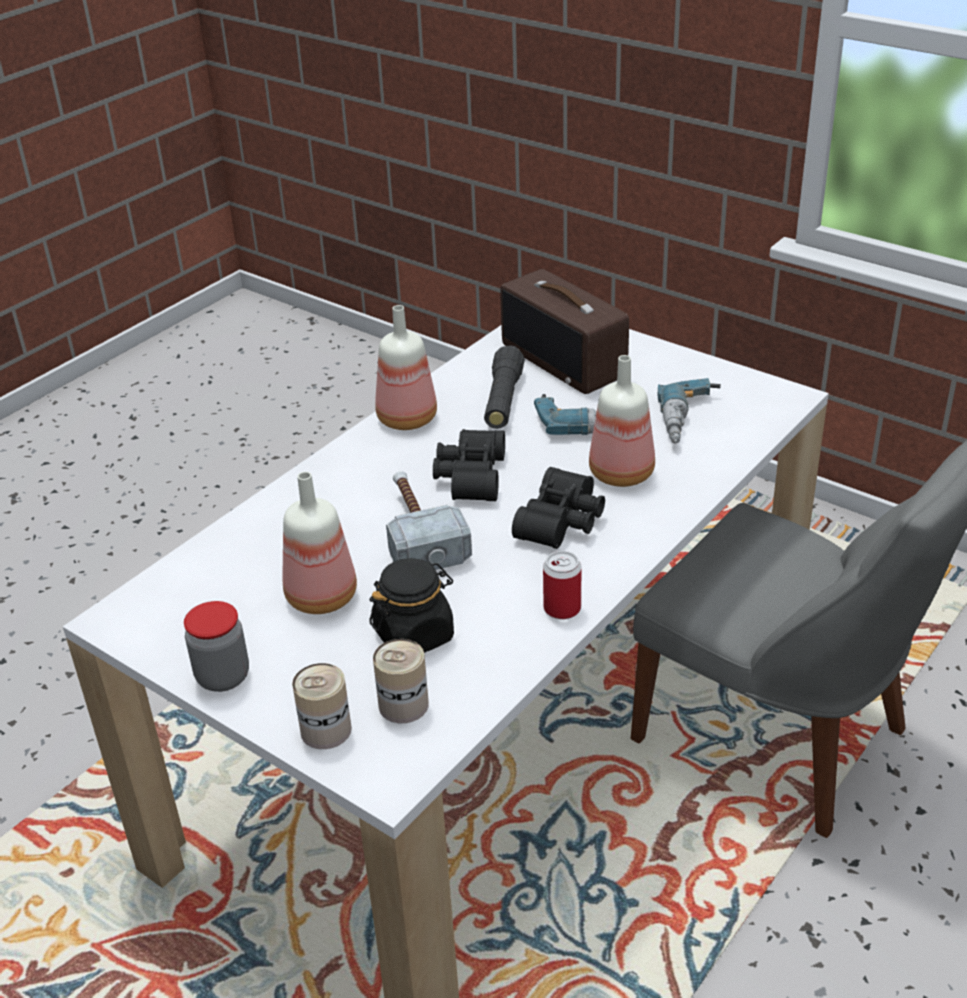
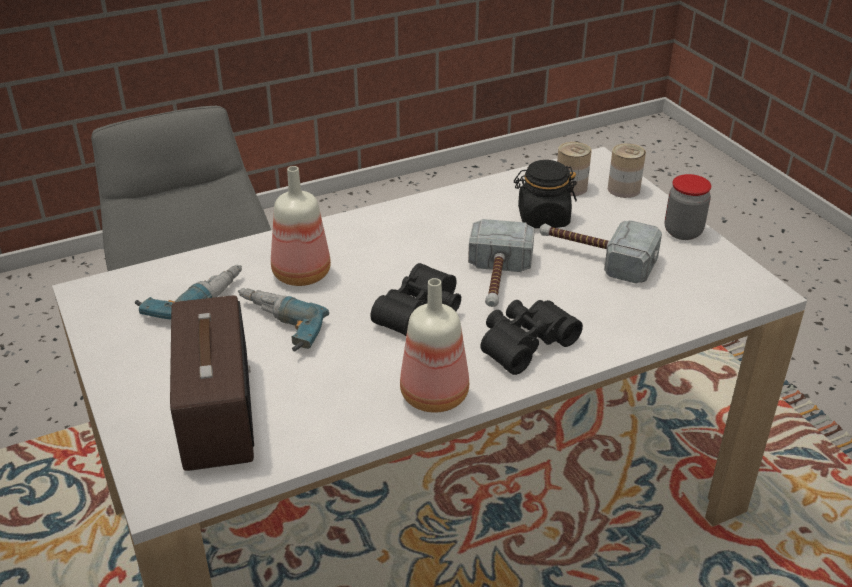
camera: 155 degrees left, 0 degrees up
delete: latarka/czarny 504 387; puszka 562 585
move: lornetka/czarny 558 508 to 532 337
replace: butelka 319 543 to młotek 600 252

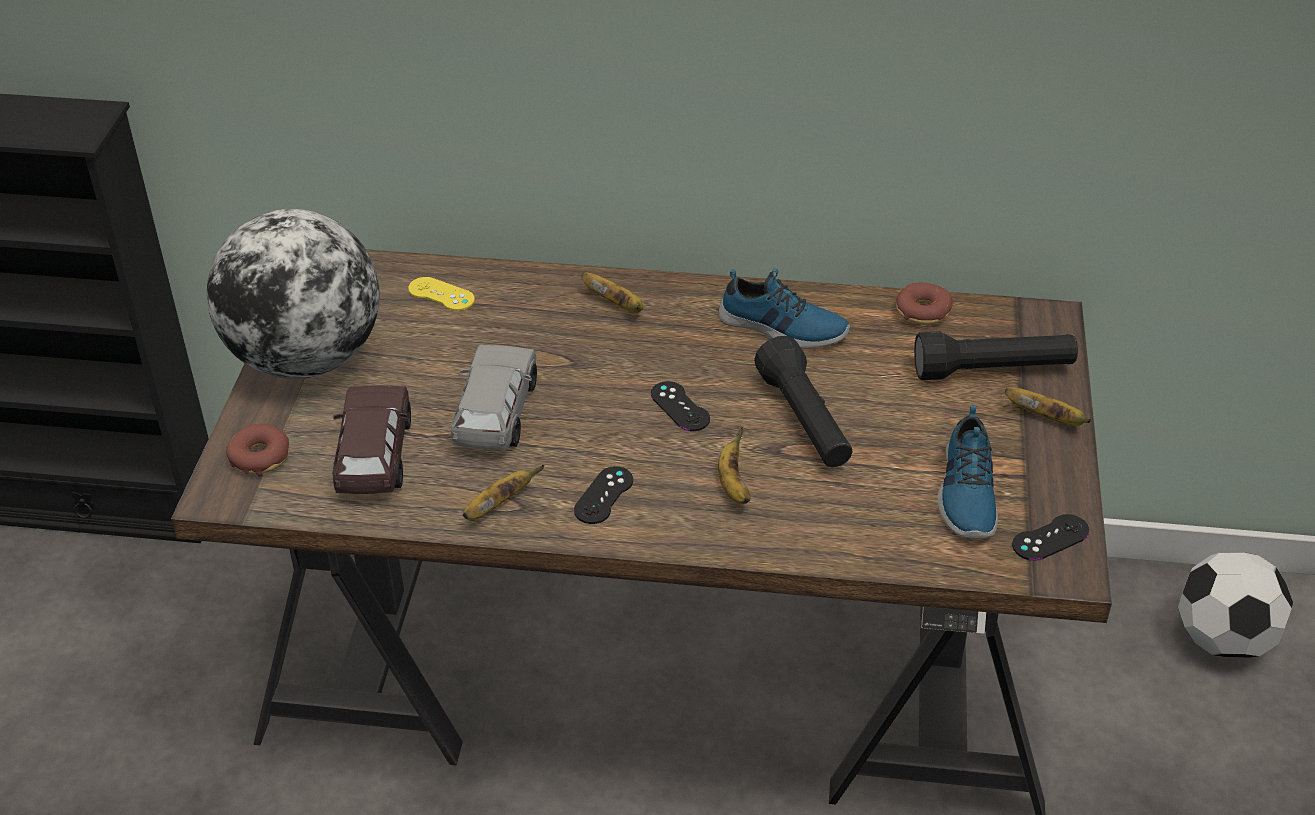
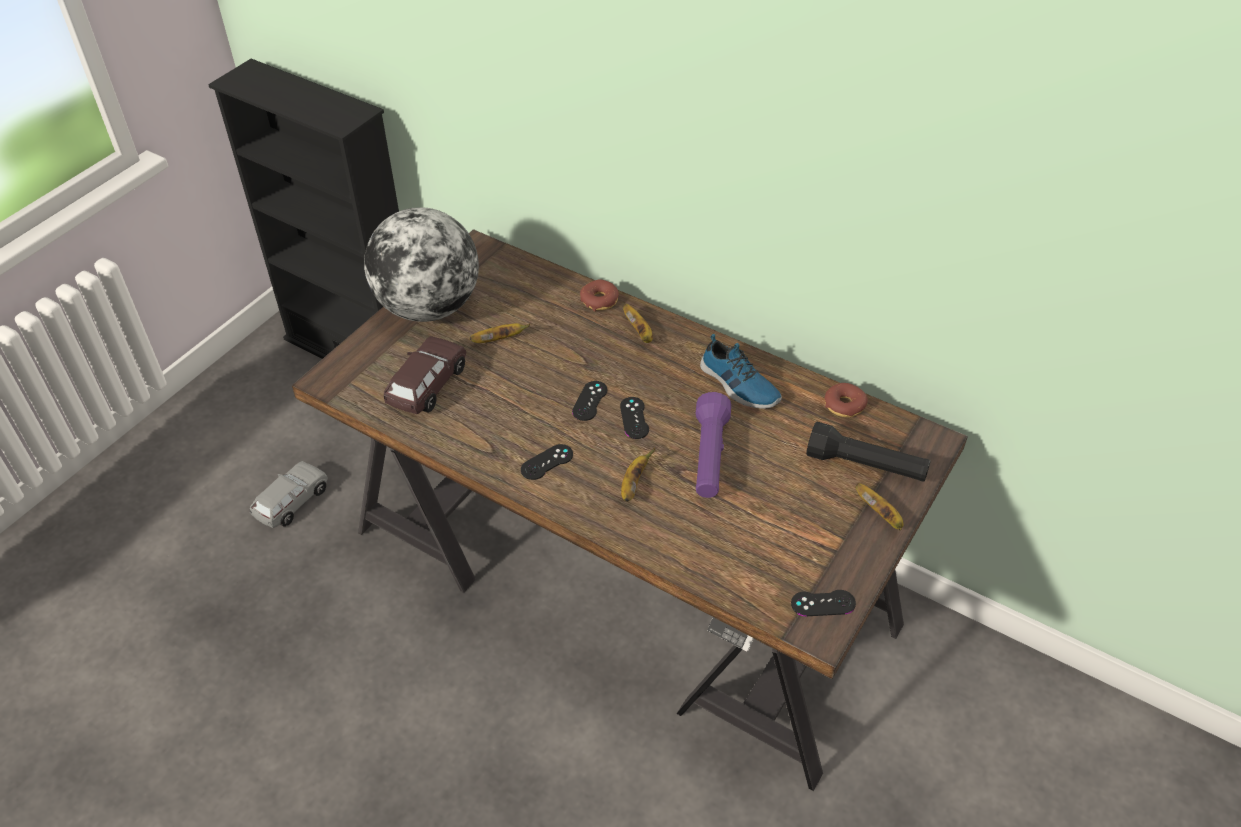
camera: 25 degrees right, 5 degrees up
delete: pad do gier/żółty 441 294; but 967 472; piłka futbolowa 1235 605
insert: pad do gier/czarny 589 401
move: donut 257 450 to 599 295; samochodzik/szary 494 397 to 289 494; banan 504 492 to 500 333
recolor: latarka/czarny 803 401 to latarka/fioletowy 713 445

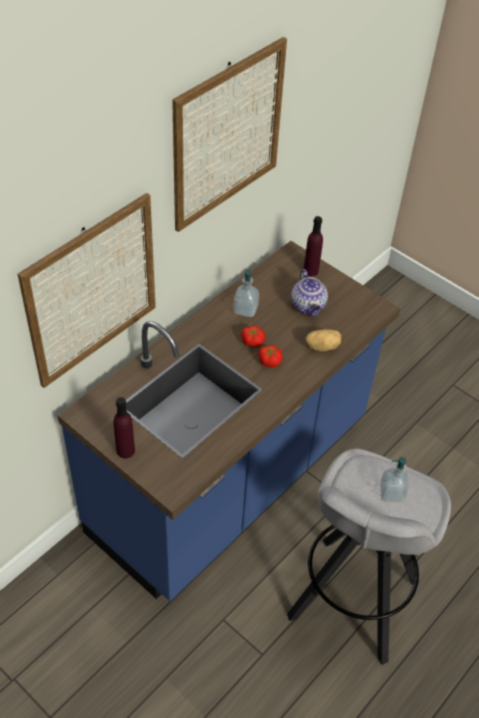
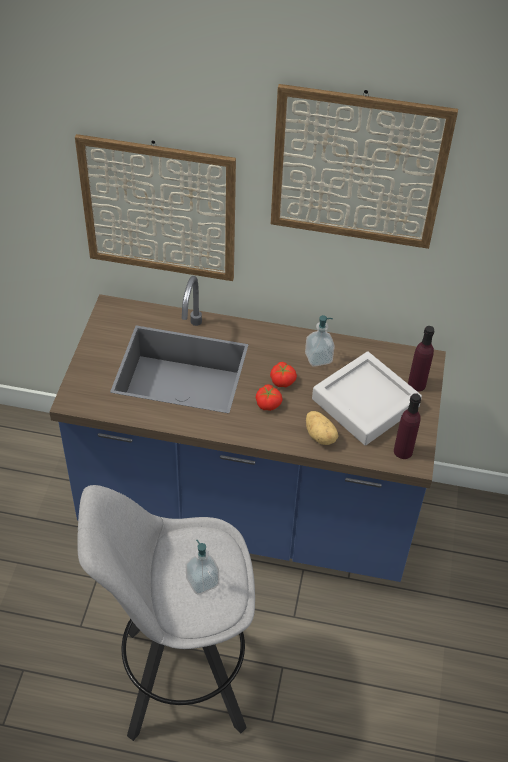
camera: 60 degrees right, 0 degrees up
move: butelka/fioletowy 124 427 to 407 426
replace: imbryk 309 293 to taca/szary 367 398

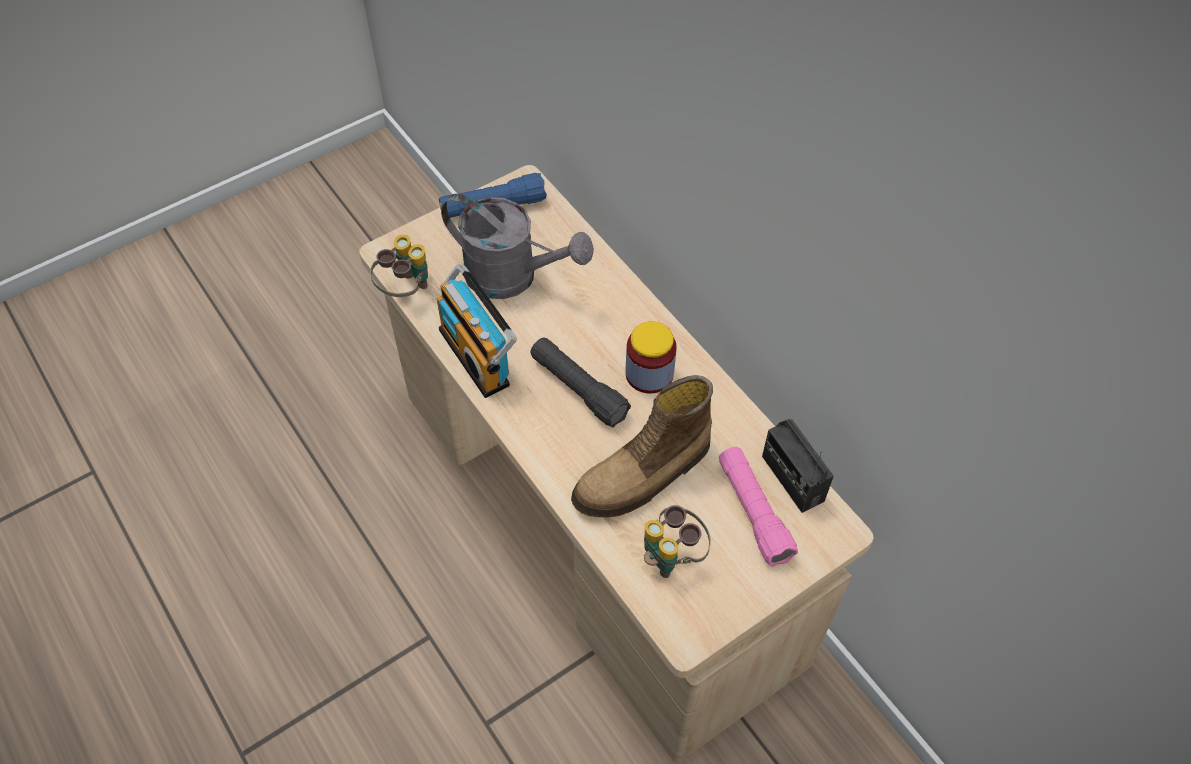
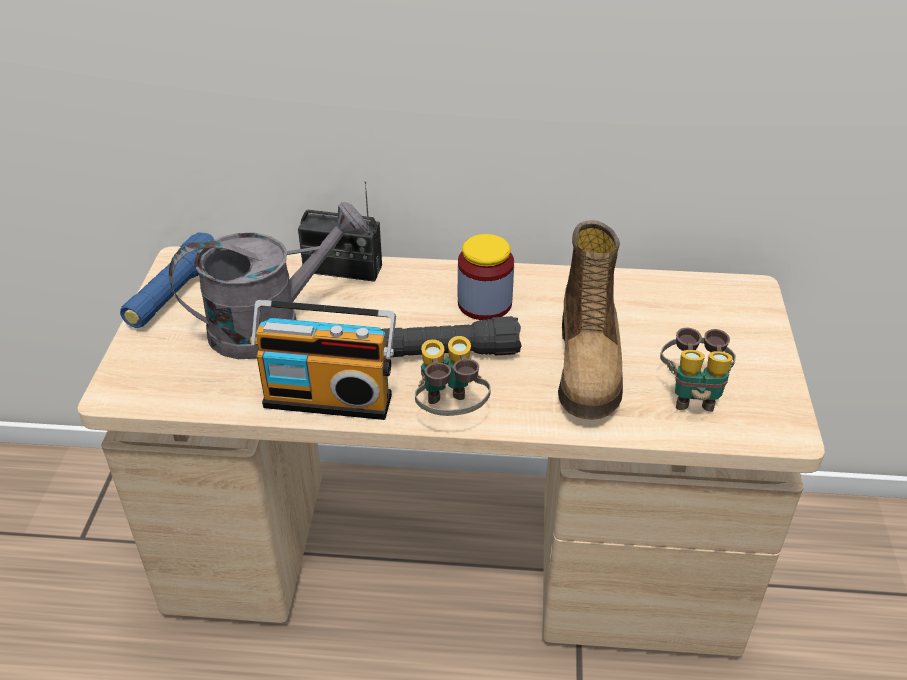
camera: 50 degrees left, 15 degrees down
delete: latarka/różowy 758 507
move: lornetka 399 266 to 453 376; radio 798 466 to 340 231

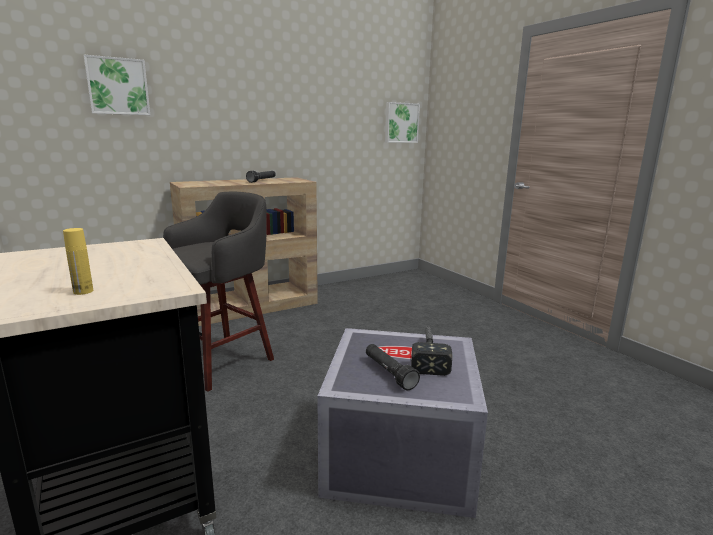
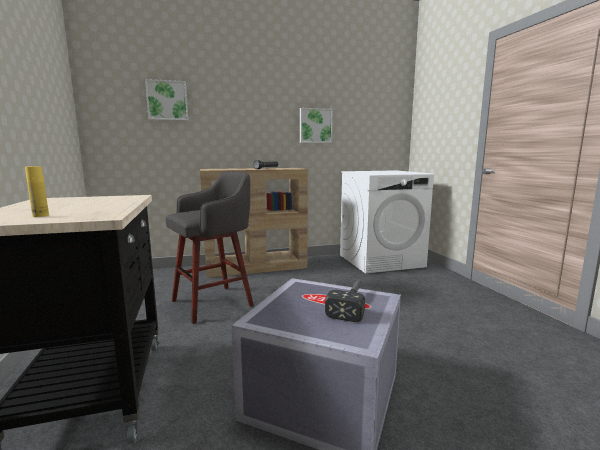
camera: 15 degrees right, 5 degrees down
delete: latarka/czarny 393 367
insert: pralka/biały 387 222
move: obraz 402 122 to 316 125

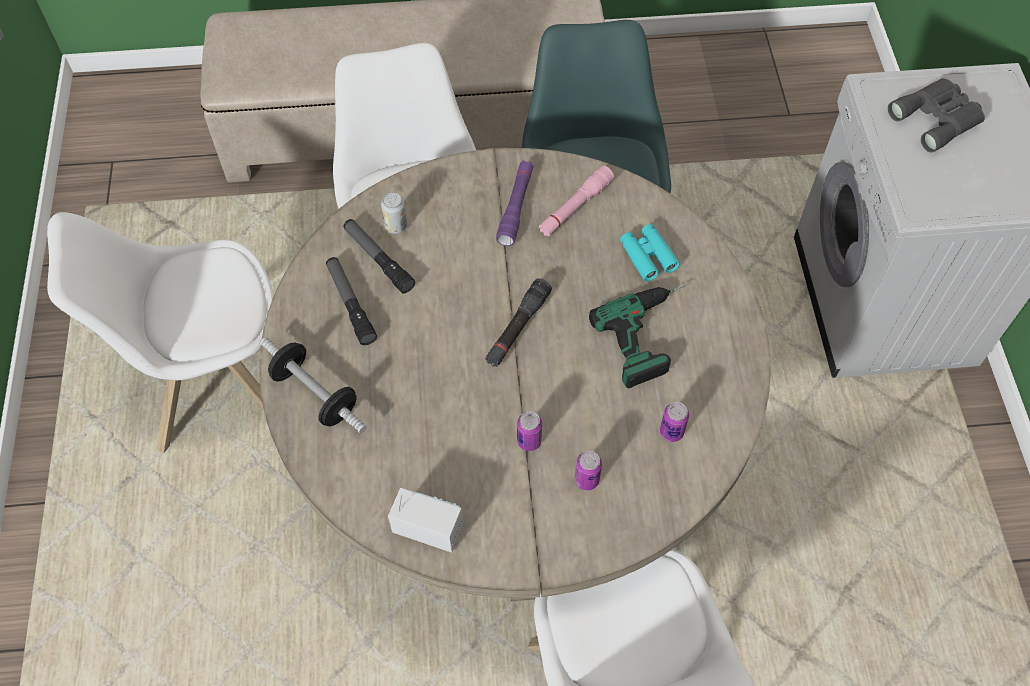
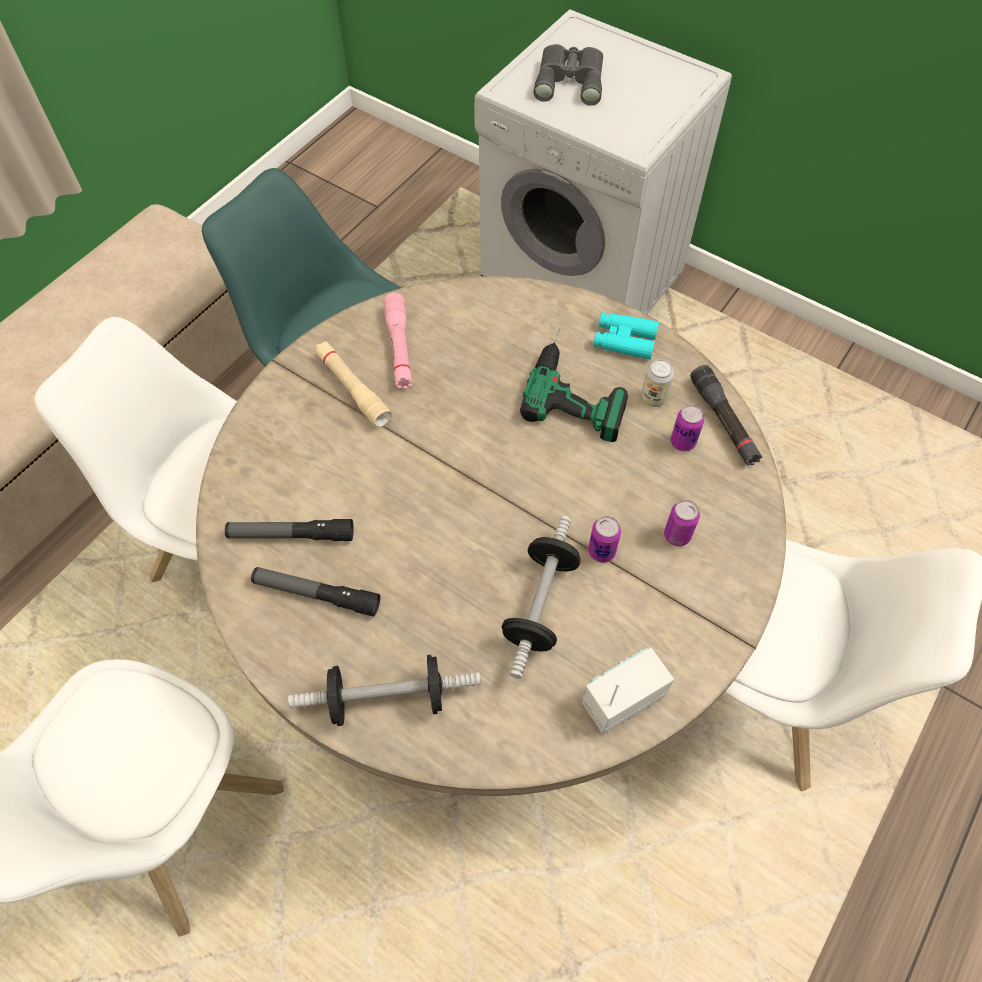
camera: 50 degrees left, 0 degrees up
insert: hantel 541 597
move: puszka 394 213 to 657 383; latarka/czarny 518 322 to 726 415; lornetka/turkusowy 650 252 to 626 335
recolor: latarka/fioletowy 514 203 to latarka/beżowy 353 384

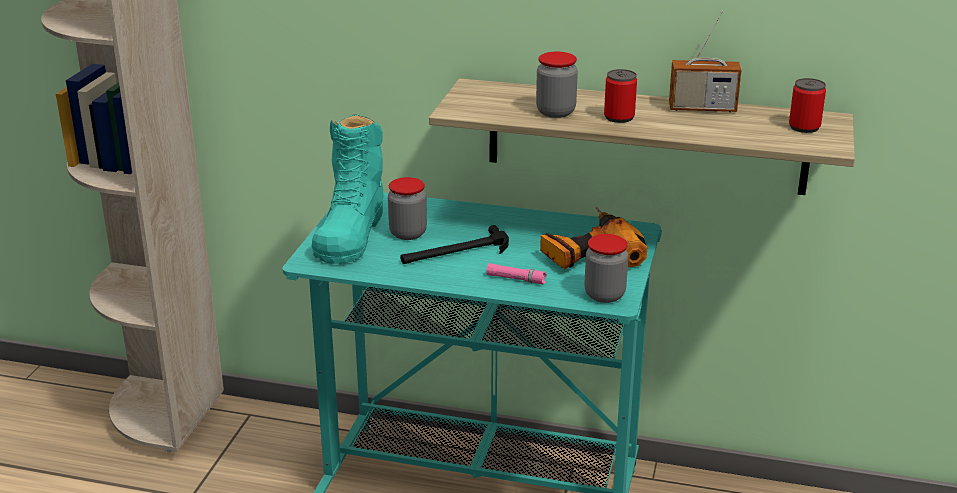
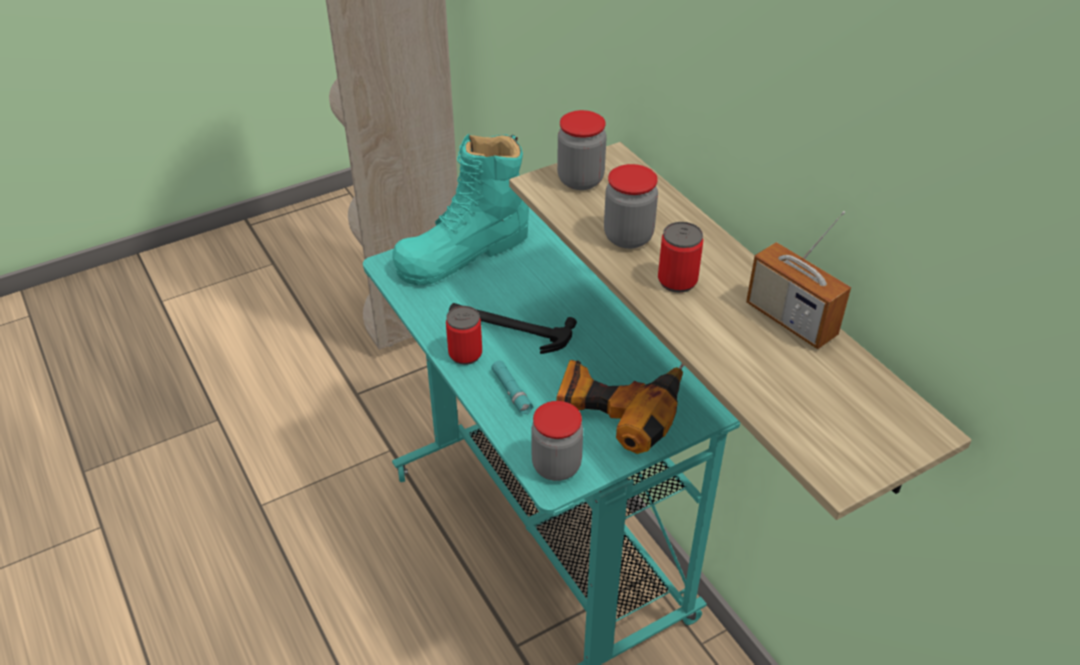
camera: 45 degrees right, 15 degrees up
move: słoik 407 208 to 582 150; puszka 807 105 to 464 335
recolor: latarka/różowy 516 273 to latarka/turkusowy 512 387

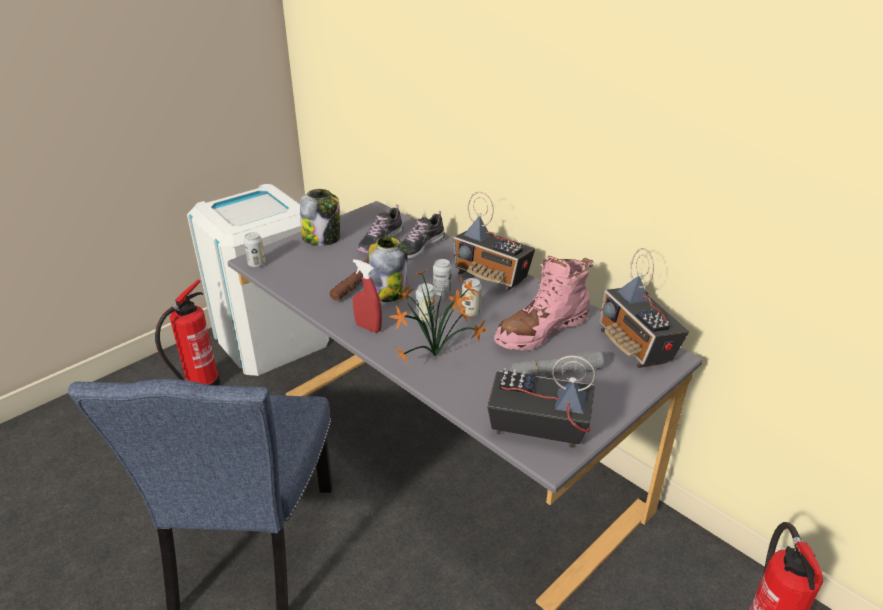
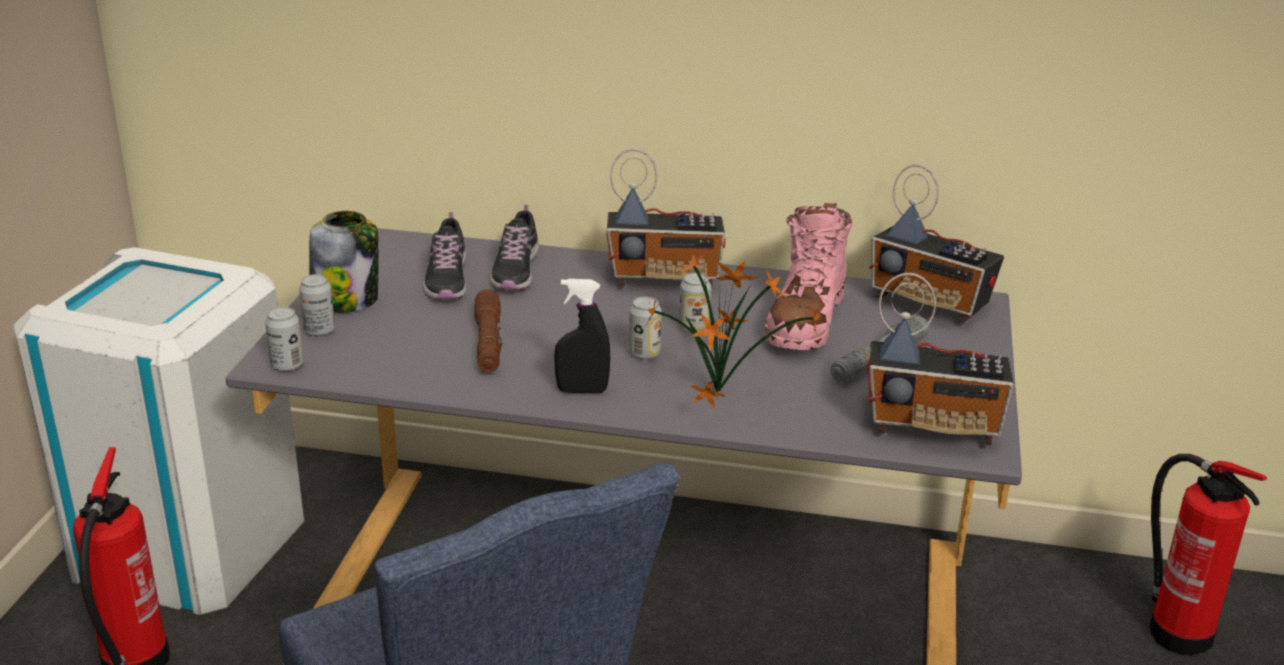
camera: 35 degrees left, 5 degrees down
delete: słoik 388 269
move: puszka 442 277 to 317 305
recolor: spryskiwacz/czerwony 367 296 to spryskiwacz/czarny 582 336
rotate: radio 541 401 = 940 359 150 degrees counterclockwise

